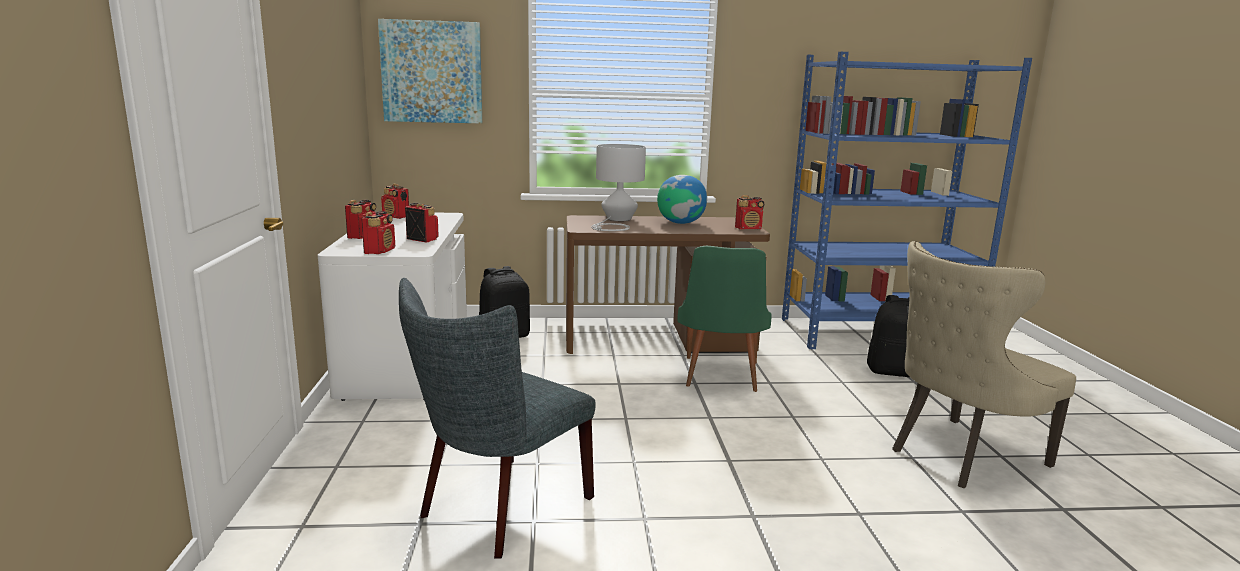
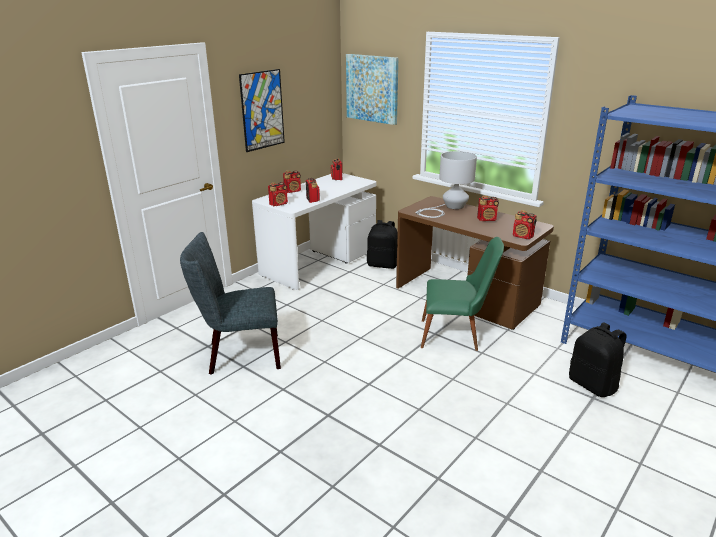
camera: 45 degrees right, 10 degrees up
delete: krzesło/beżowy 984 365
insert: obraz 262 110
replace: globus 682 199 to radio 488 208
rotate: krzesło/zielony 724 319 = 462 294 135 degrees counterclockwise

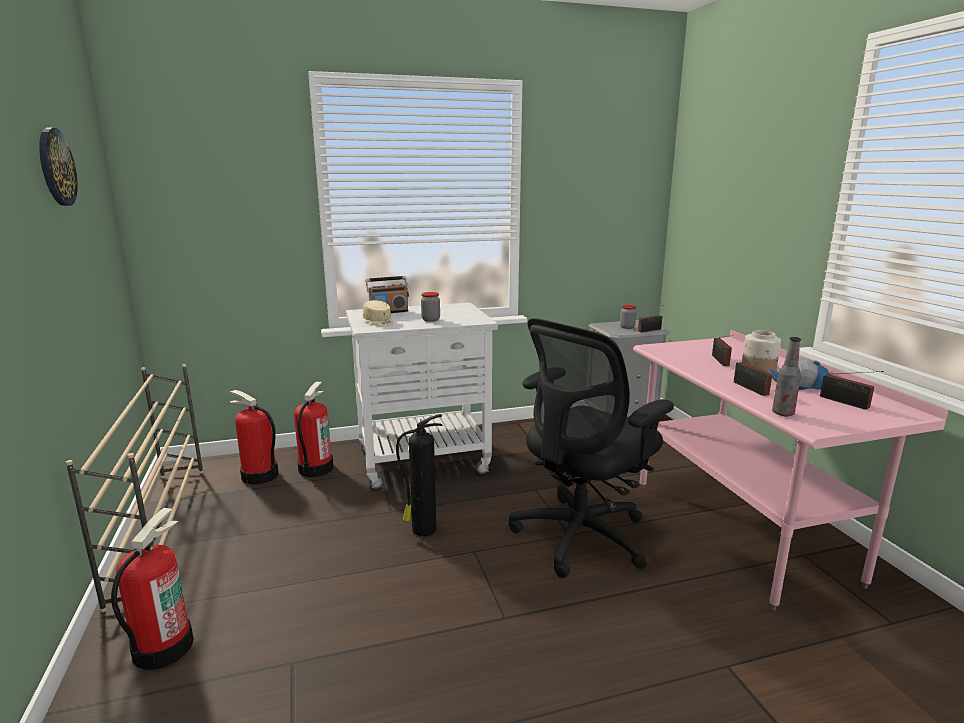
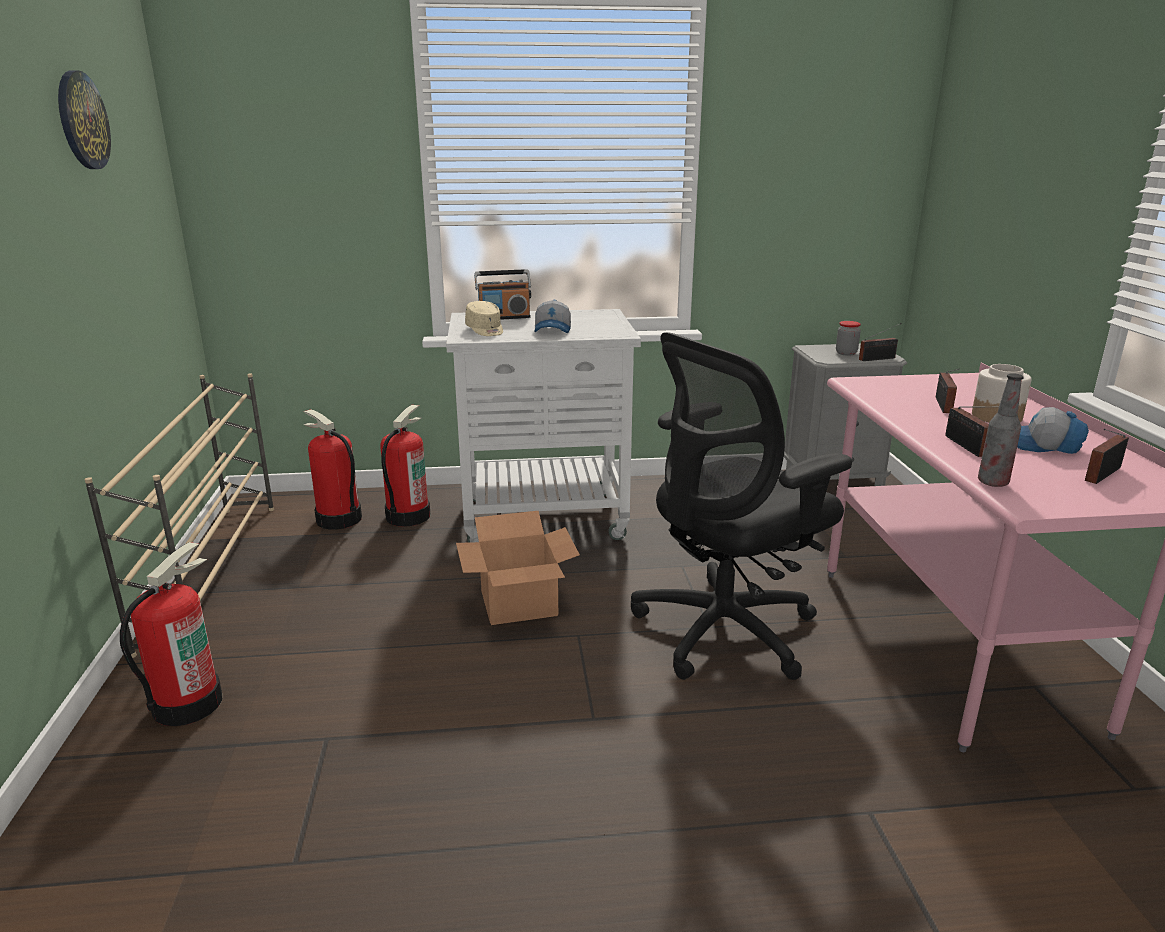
camera: 10 degrees right, 5 degrees up
replace: gaśnica 419 475 to karton 518 568; słoik 430 307 to czapka z daszkiem 553 316
rotate: radio 852 390 = 1107 456 75 degrees clockwise

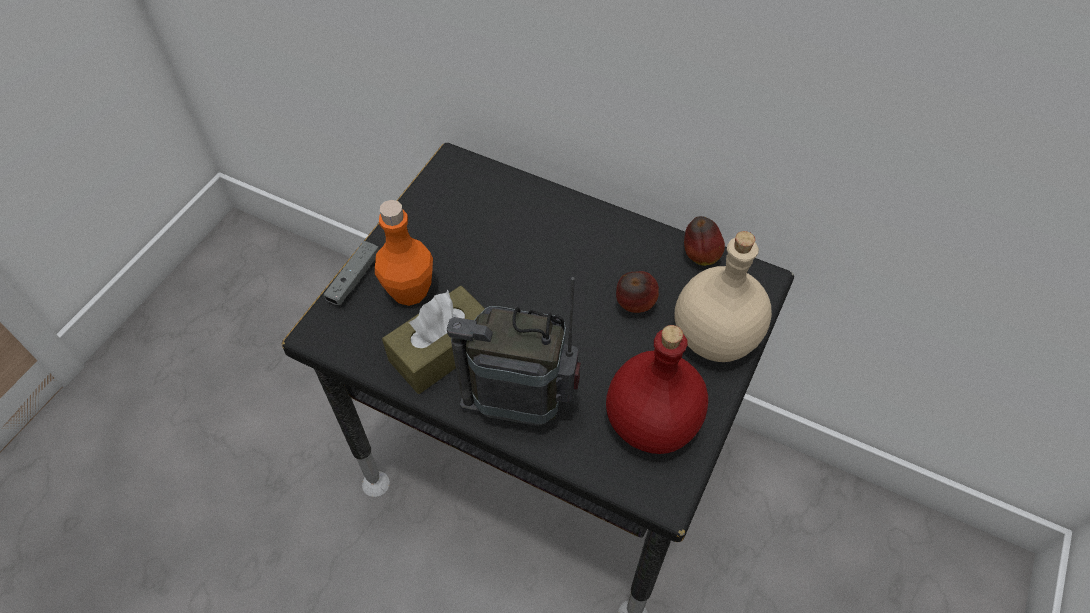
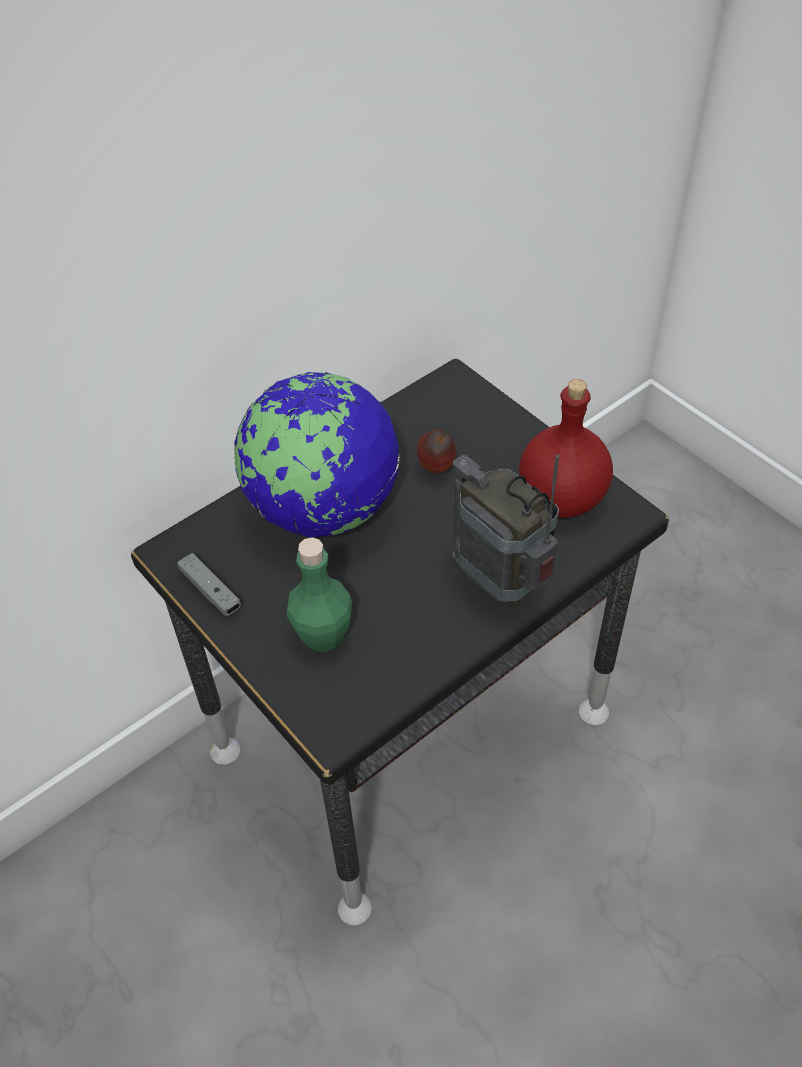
camera: 65 degrees left, 5 degrees down
delete: pudełko chusteczek/brązowy 433 340; butelka/beżowy 723 296; jabłko 704 241
insert: globus 317 454
move: pad do gier/szary 351 273 to 209 584
recolor: butelka/pomarańczowy 404 253 to butelka/zielony 319 594
rotate: radio 514 351 = 505 529 105 degrees clockwise

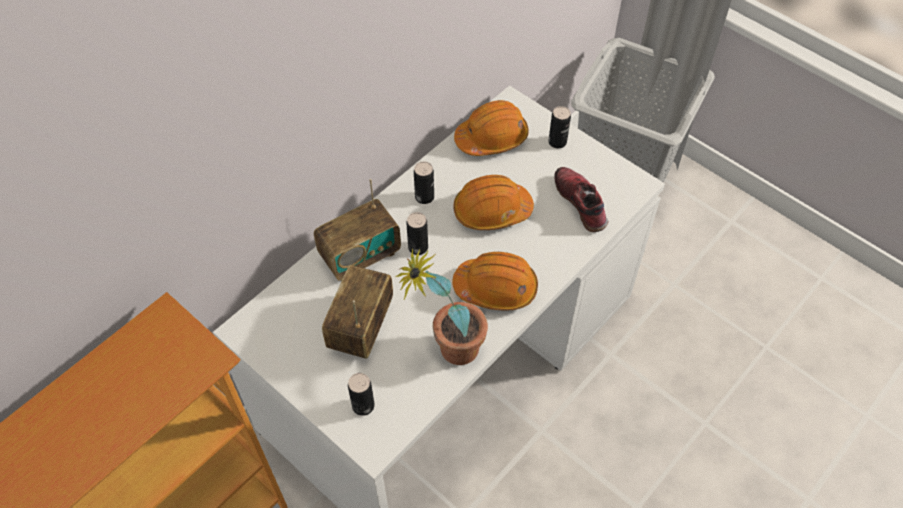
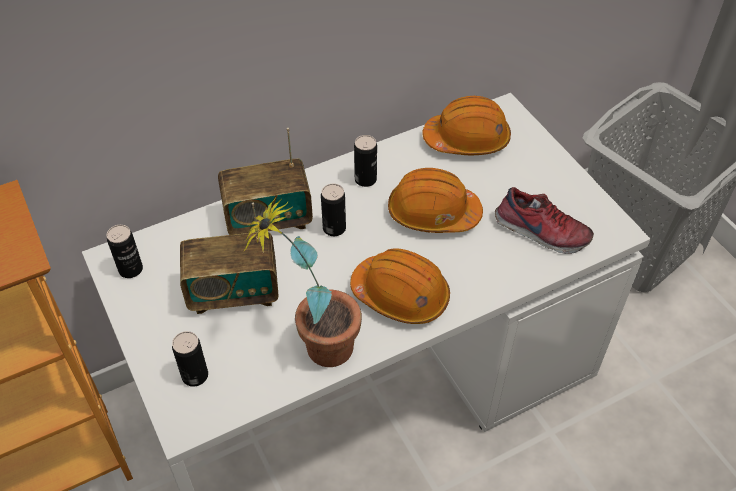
camera: 20 degrees right, 5 degrees down
move: puszka 559 127 to 125 251
rotate: radio 357 311 = 229 258 135 degrees counterclockwise; but 581 199 = 544 220 120 degrees clockwise

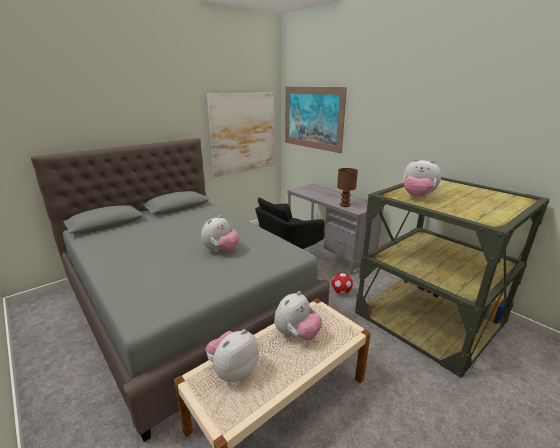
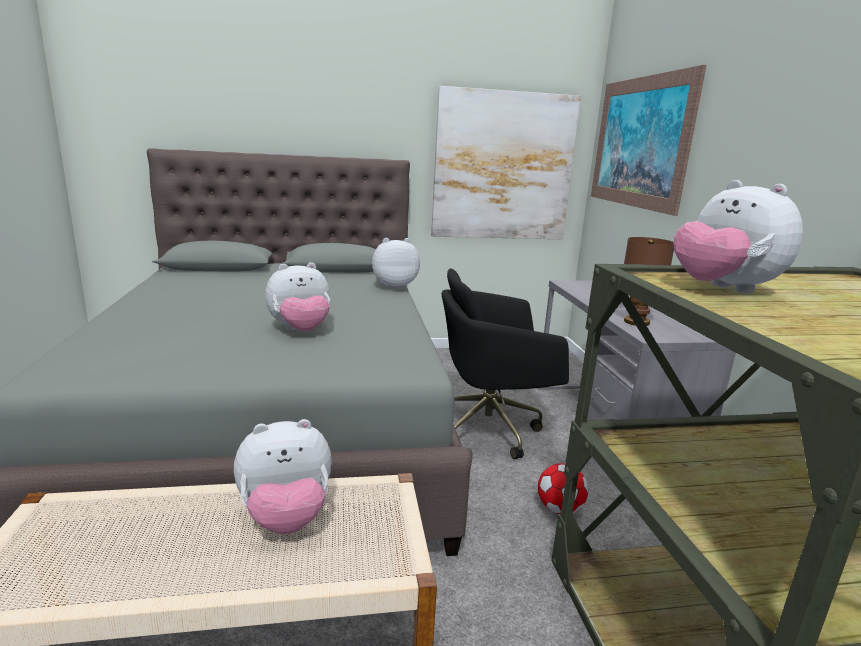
camera: 30 degrees right, 5 degrees down
move: pluszak 232 355 to 396 264

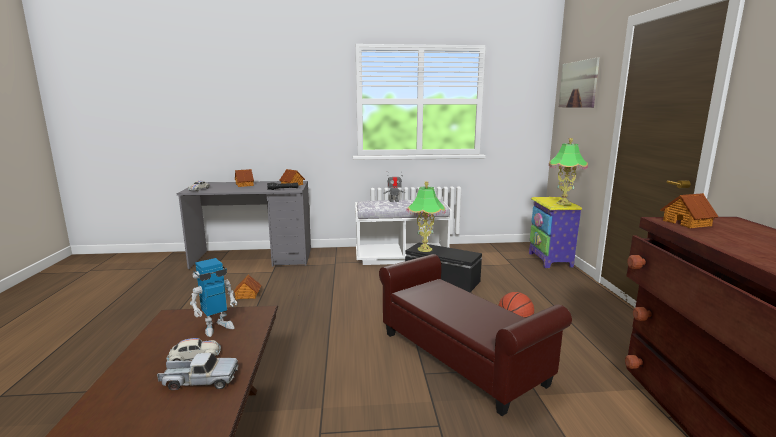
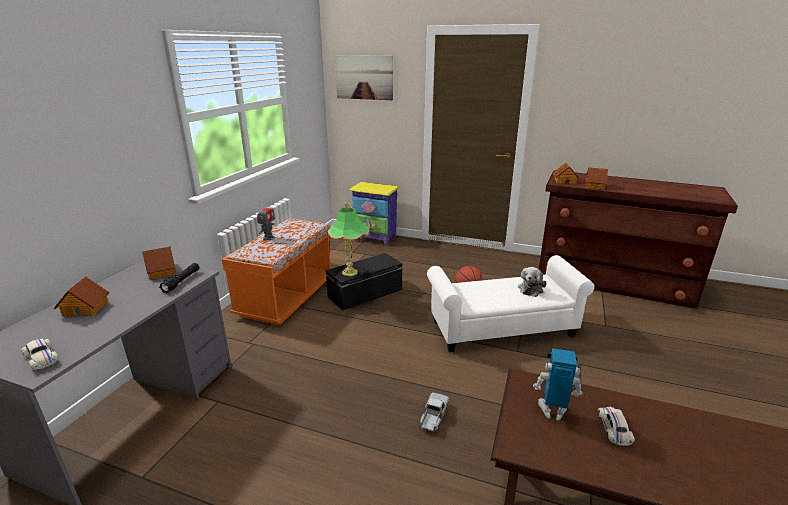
camera: 65 degrees left, 10 degrees up
delete: lampa stołowa 568 171
insert: pluszak 532 282
move: ciężarówka zabawkowa 197 371 to 434 412; domek 247 286 to 597 178
recolor: ławka/biały 403 232 to ławka/pomarańczowy 276 272; pufa/brązowy 475 335 to pufa/biały 511 303
rotate: robot zabawkowy 214 297 = 558 384 60 degrees counterclockwise

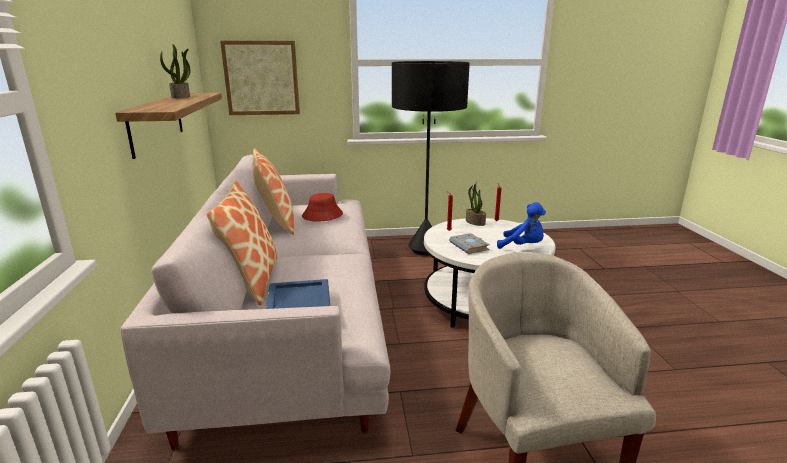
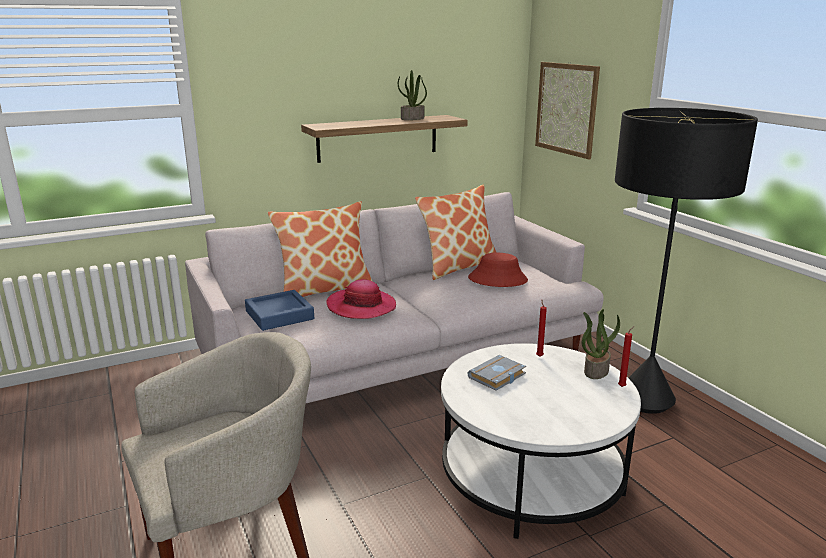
camera: 70 degrees right, 0 degrees up
delete: pluszak/niebieski 521 225
insert: kapelusz 361 299

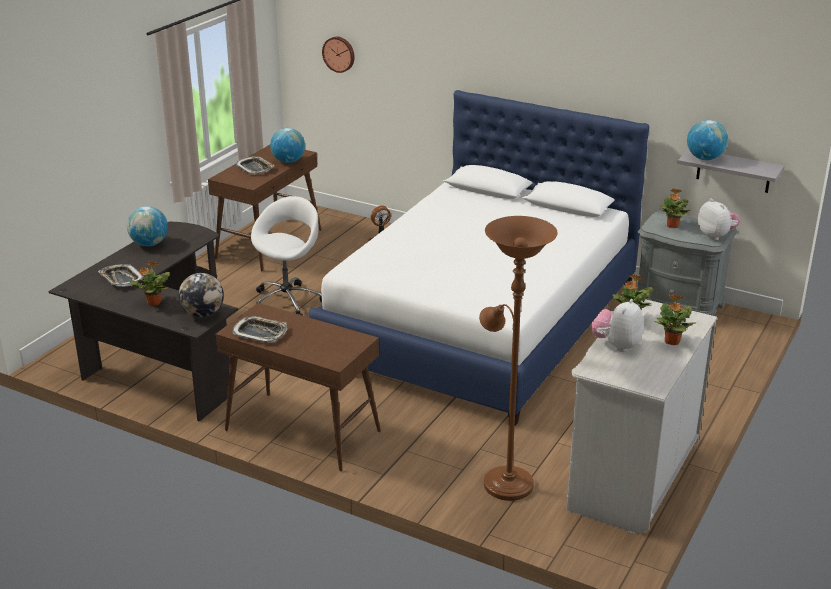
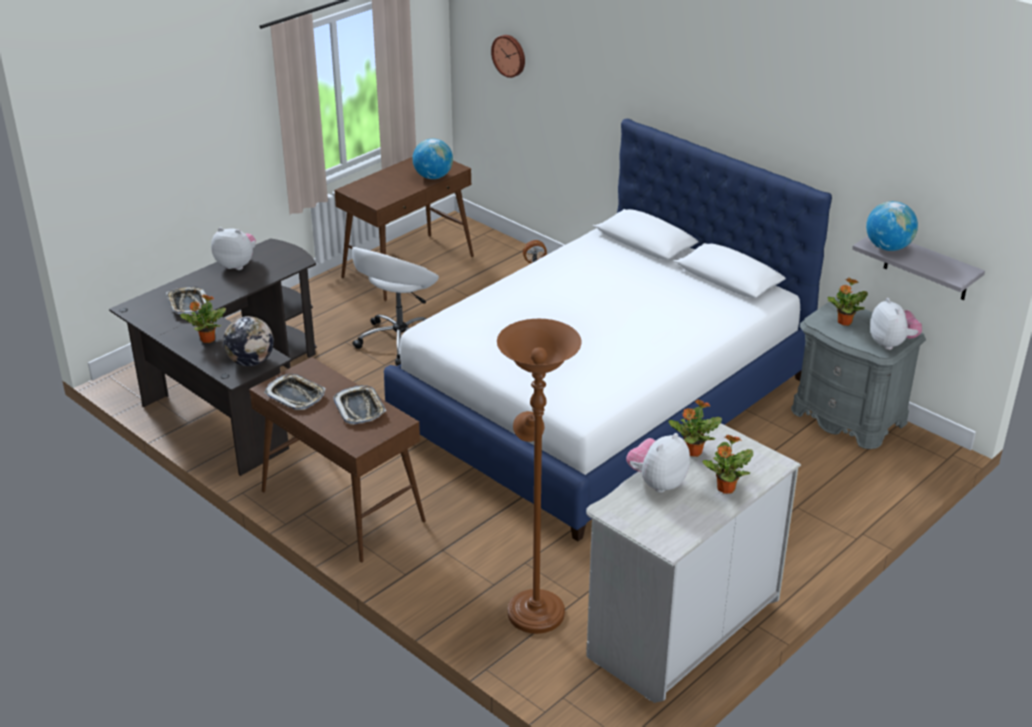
camera: 15 degrees right, 5 degrees up
move: taca 255 165 to 359 405
replace: globus 147 226 to pluszak 233 248
rotate: krzesło biurowe/biały 286 256 = 395 306 150 degrees clockwise

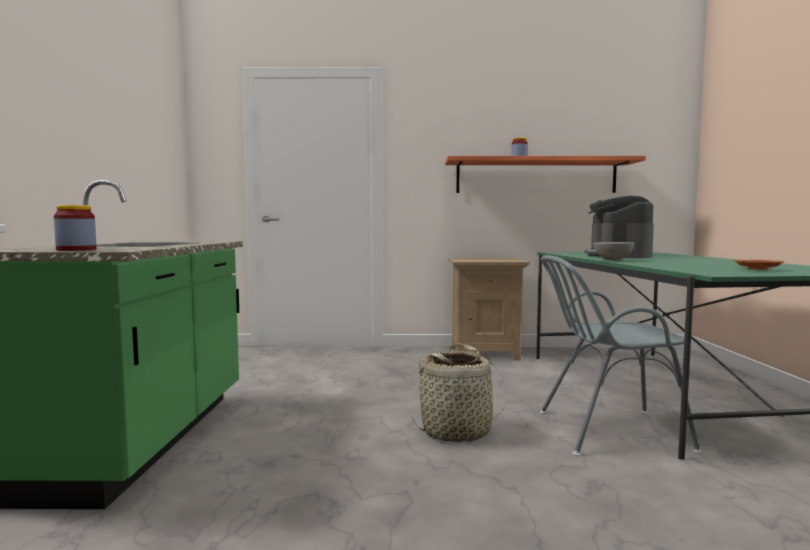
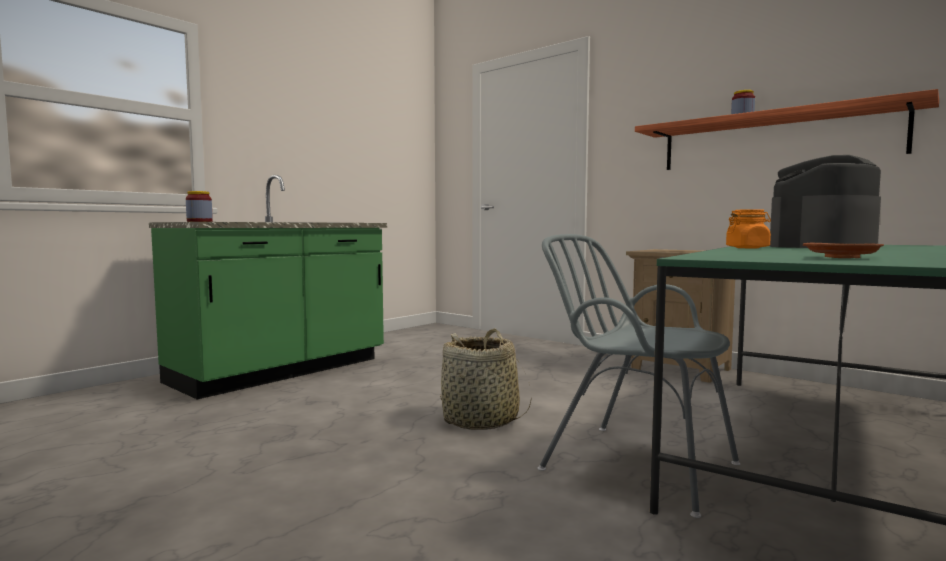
camera: 40 degrees right, 0 degrees up
replace: miska/szary 613 251 to słoik/pomarańczowy 748 228

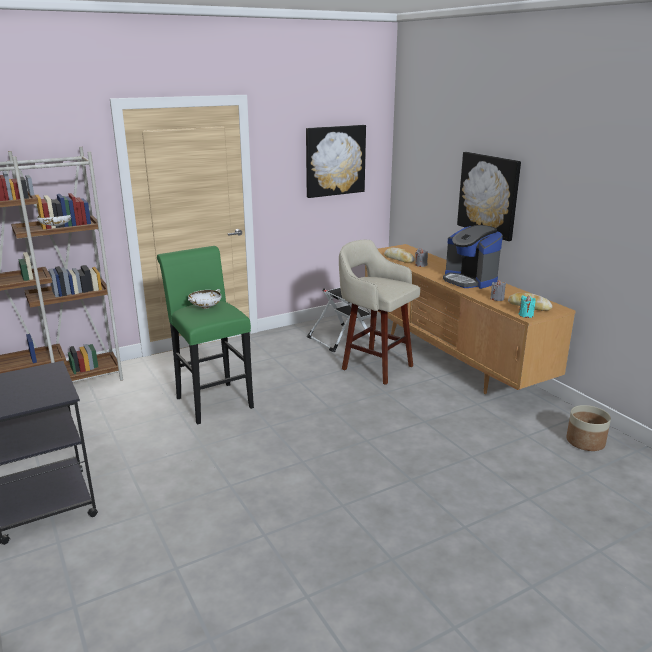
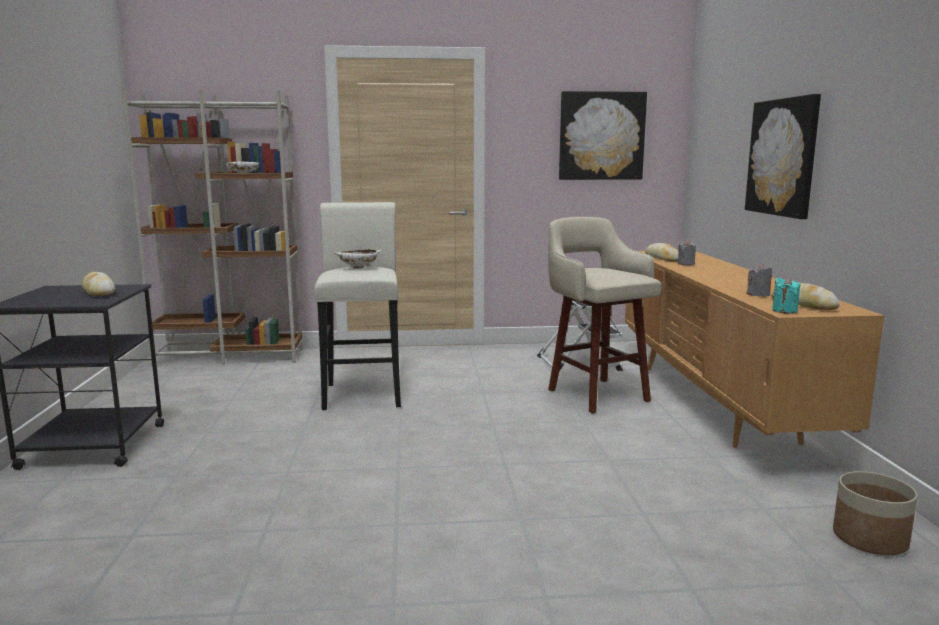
camera: 25 degrees right, 10 degrees down
delete: ekspres do kawy 473 257
insert: chleb 98 284
recolor: stołek/zielony 205 335 to stołek/biały 357 306

